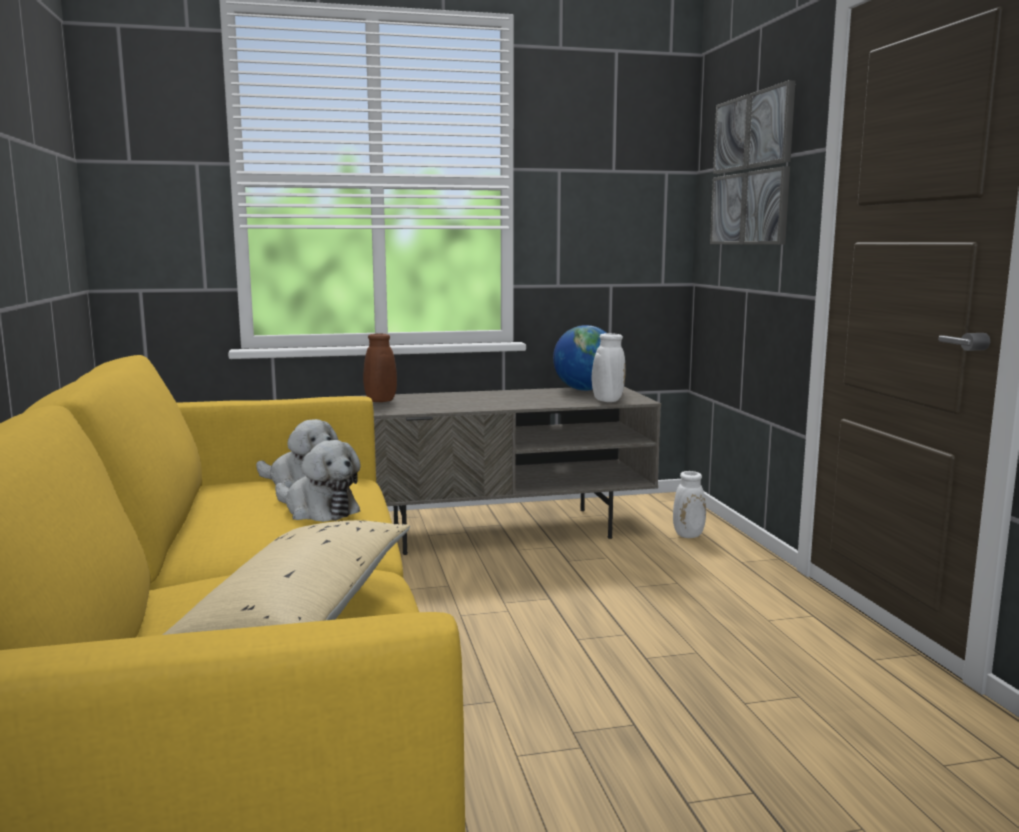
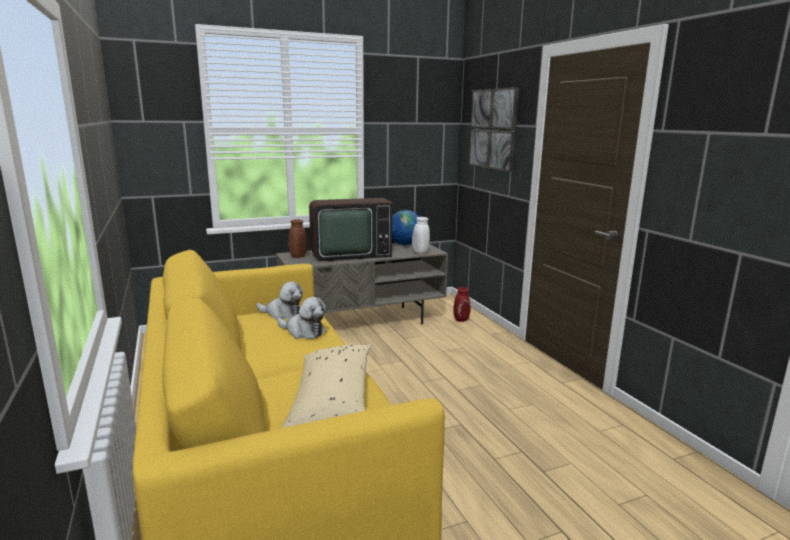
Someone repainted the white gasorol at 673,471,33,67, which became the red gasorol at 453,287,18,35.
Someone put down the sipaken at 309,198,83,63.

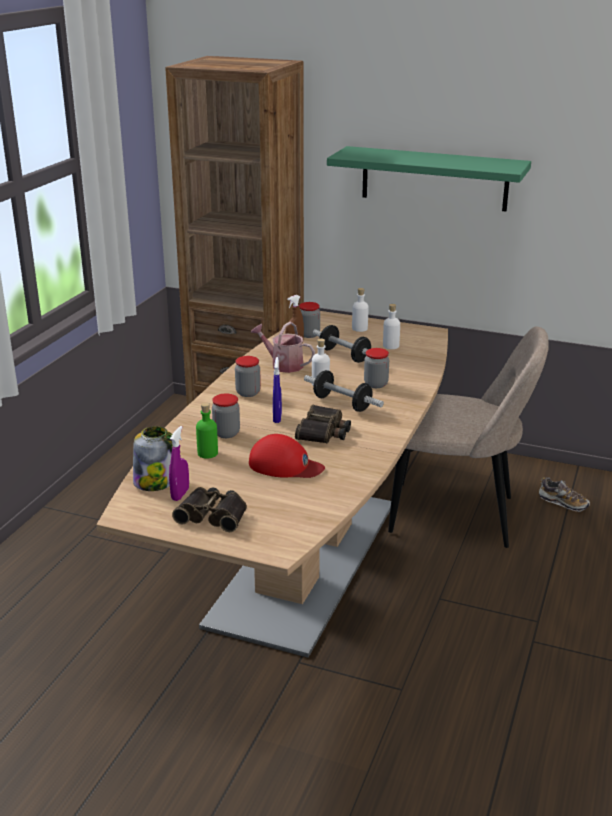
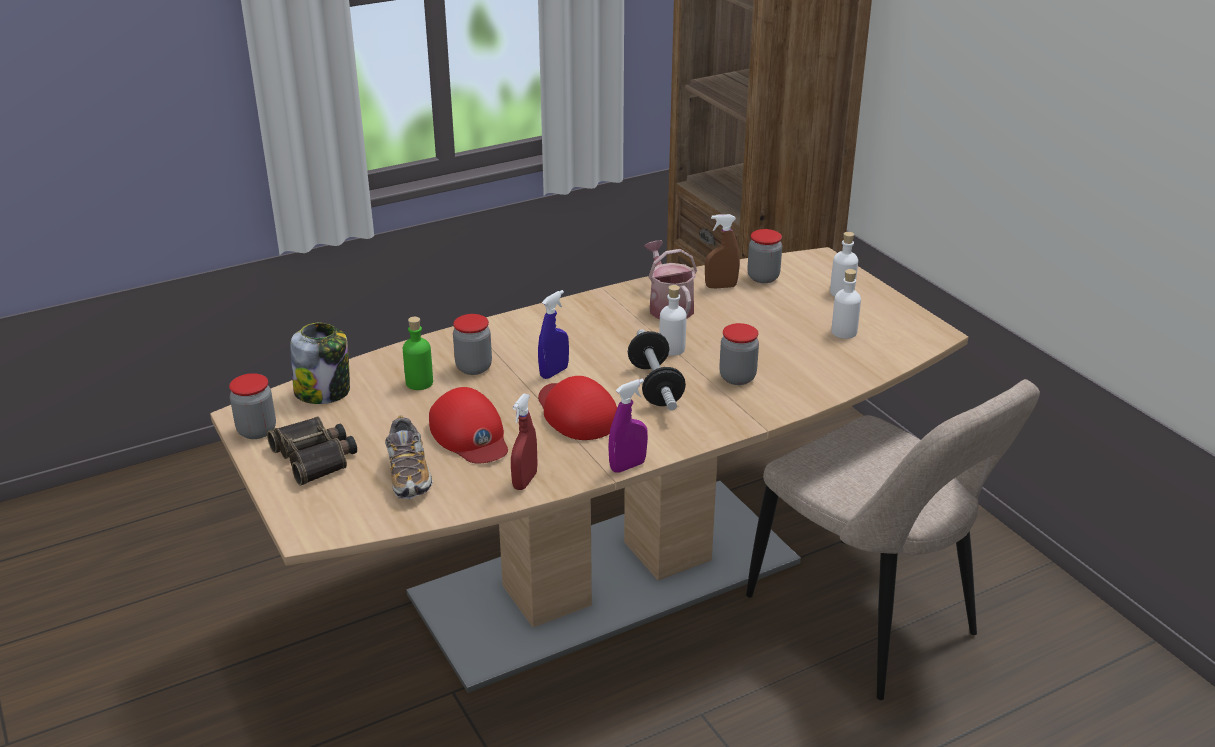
Someone carried the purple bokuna from 169,426,20,75 to 608,379,40,94.
Someone carried the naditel from 235,356,26,41 to 229,373,47,66.
Someone swapped the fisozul at 295,405,56,39 for the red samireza at 538,376,79,64.
Someone took away the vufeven at 313,325,58,38.
Someone took away the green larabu at 327,146,204,65.
Someone carried the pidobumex from 539,477,51,35 to 385,415,48,84.
Someone put down the red bokuna at 511,393,26,97.

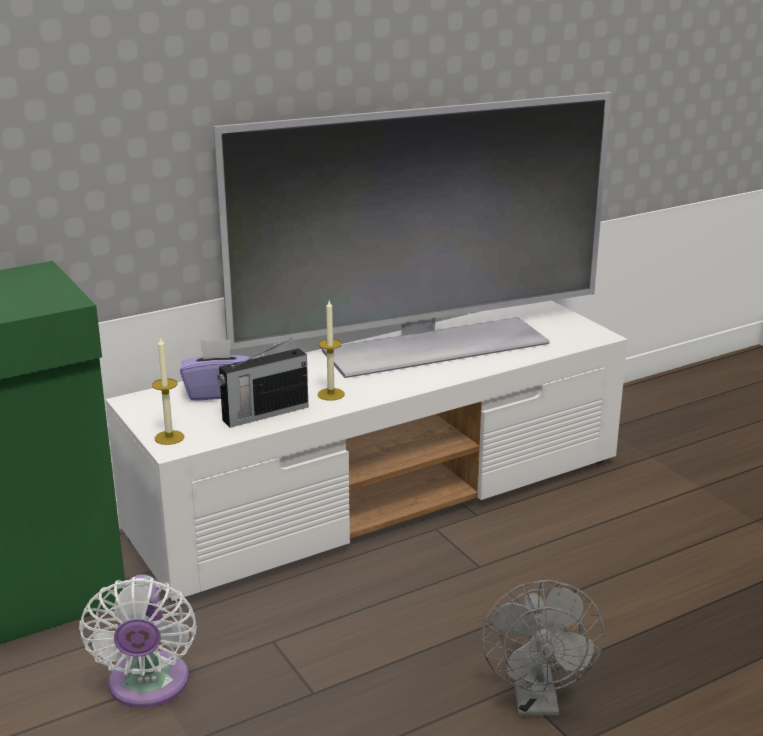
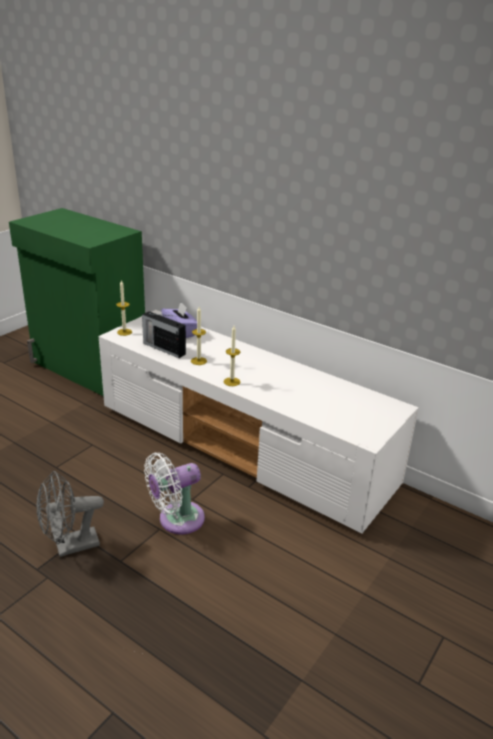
Someone carried the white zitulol from 79,574,118,134 to 144,453,61,81.
Someone took away the sipaken at 213,92,398,286.
Someone put down the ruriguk at 224,326,16,60.

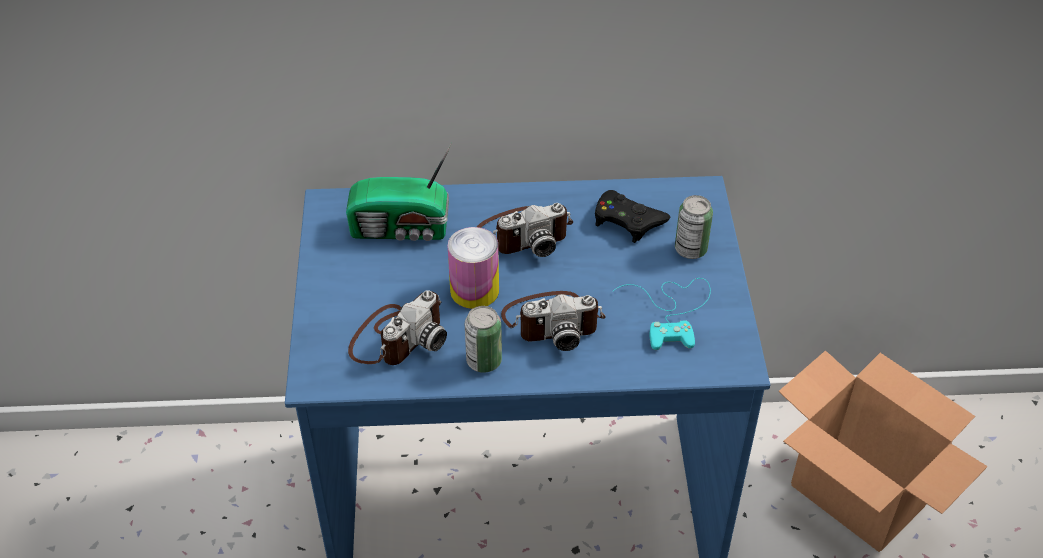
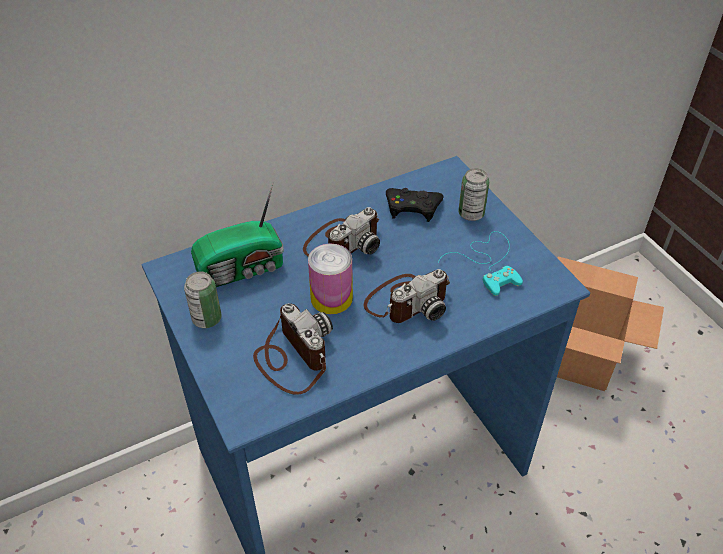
Someone rotated the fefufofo at 348,290,99,75 by 45 degrees counterclockwise.
Someone carried the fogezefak from 465,306,37,67 to 184,272,38,56.

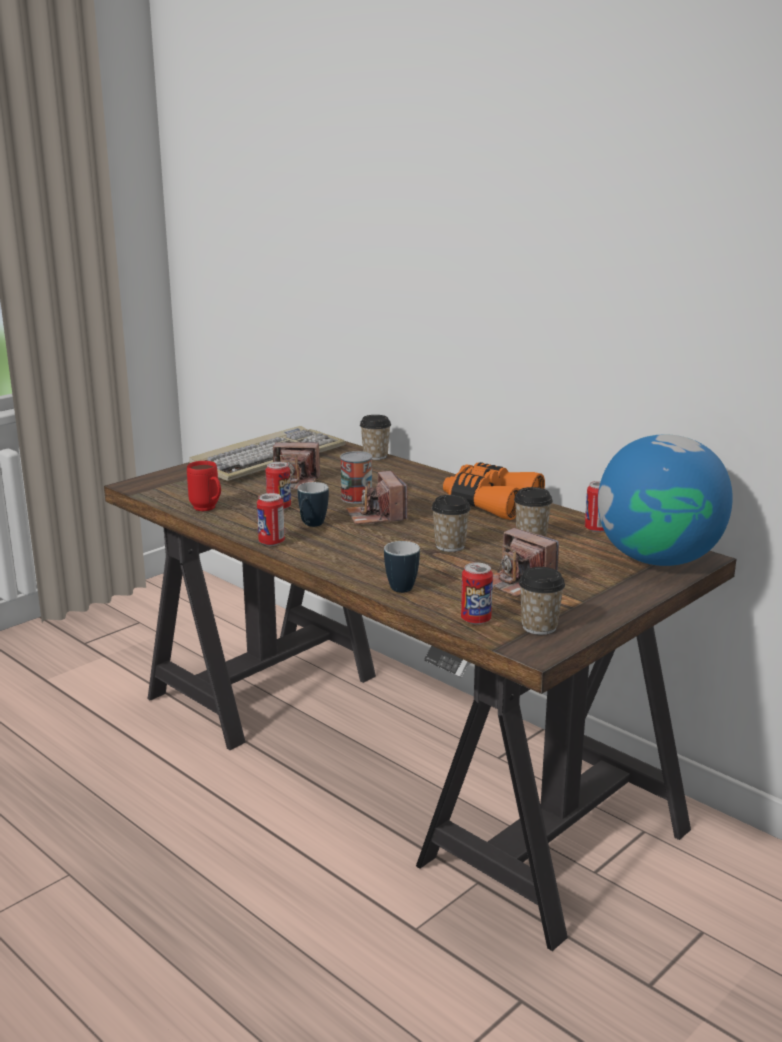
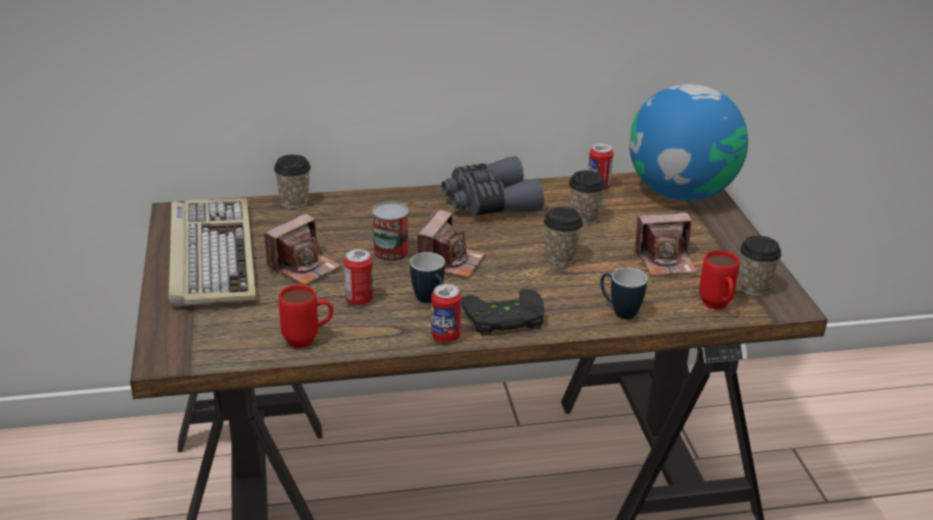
Someone rotated the fefufofo at 346,471,62,54 by 90 degrees counterclockwise.
Someone repainted the orange fisozul at 443,462,102,58, which became the grey fisozul at 442,156,102,59.
Someone swapped the fogezefak at 461,563,32,62 for the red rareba at 699,250,40,59.
Someone put down the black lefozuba at 461,289,83,47.

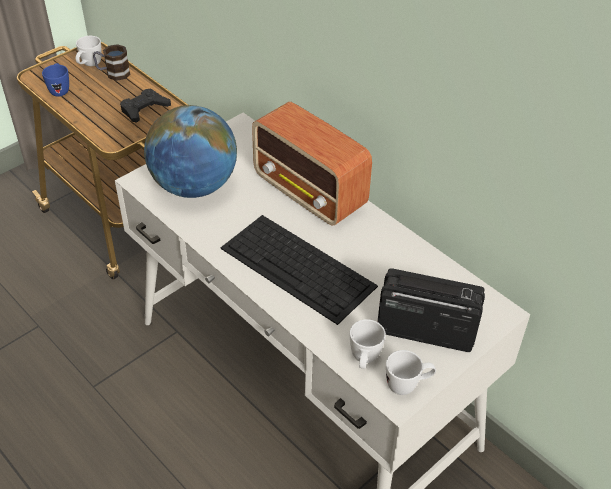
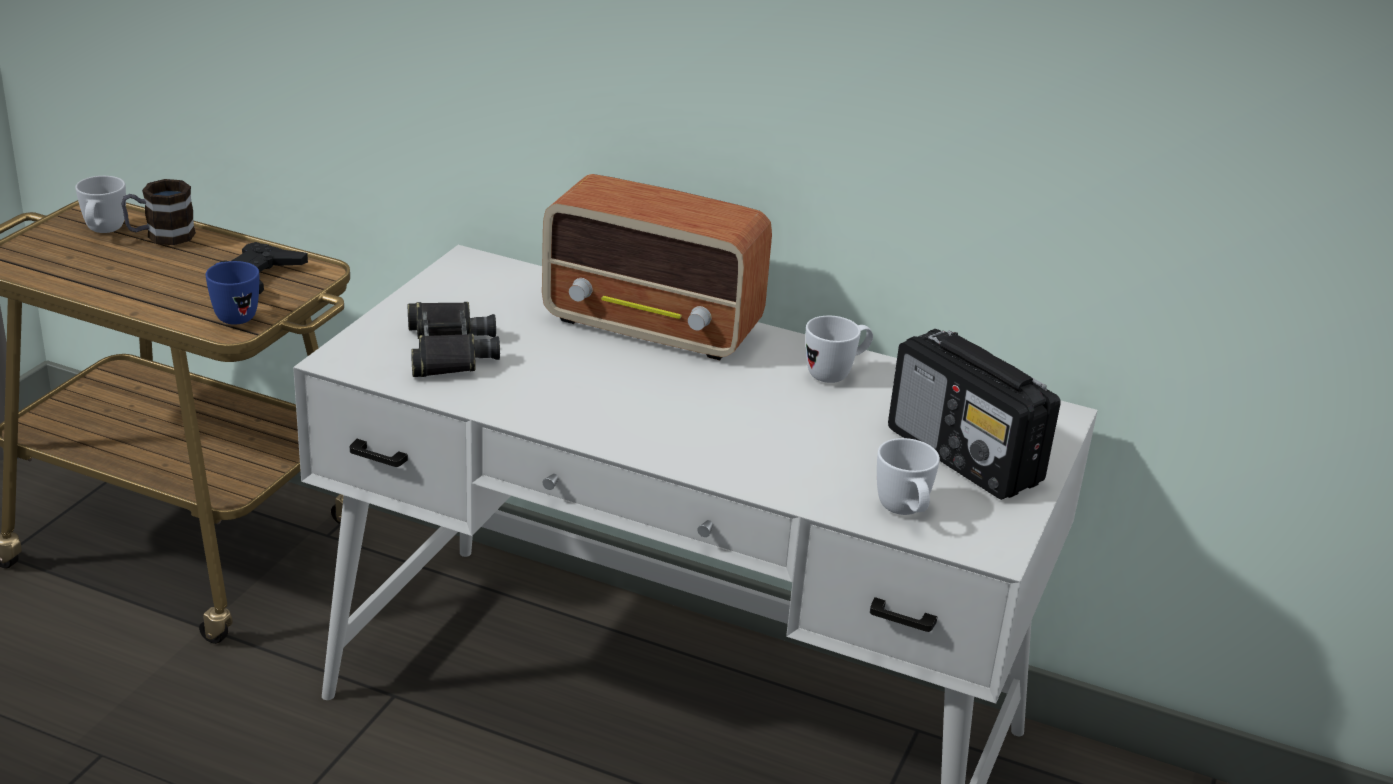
Someone carried the blue rareba from 42,63,27,33 to 206,261,53,64.
Someone swapped the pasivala at 144,105,93,93 for the black fisozul at 408,302,92,75.
Someone took away the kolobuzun at 221,215,157,110.
Someone rotated the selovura at 377,268,108,84 by 120 degrees counterclockwise.
Someone carried the white rareba from 386,350,50,45 to 805,316,68,67.

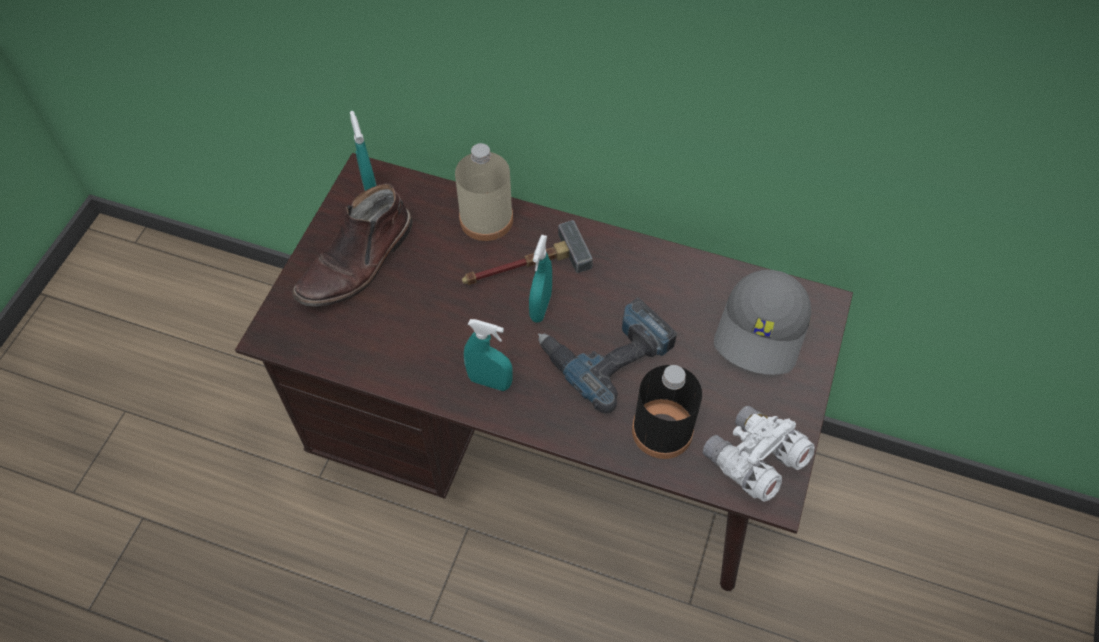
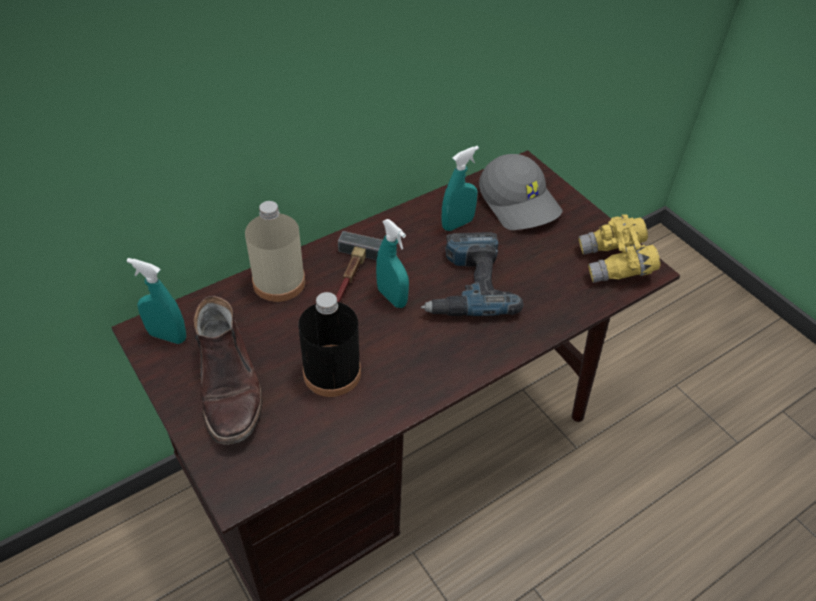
Someone carried the turquoise bokuna from 464,319,49,72 to 442,146,37,85.
Someone carried the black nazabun from 632,365,70,94 to 298,292,63,105.
Someone repainted the white fisozul at 703,406,112,95, which became the yellow fisozul at 578,214,83,69.

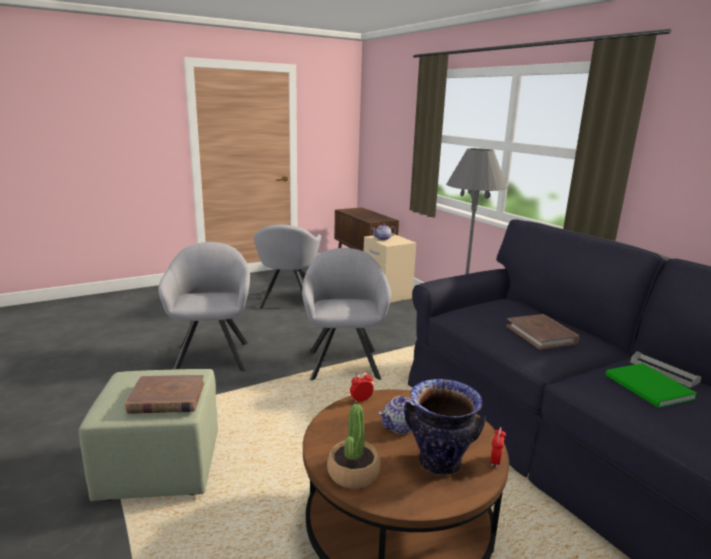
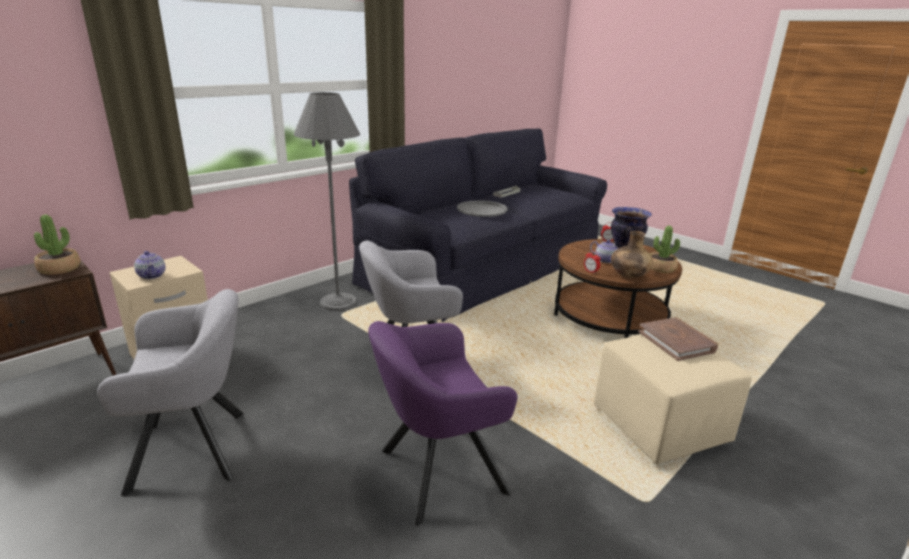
Someone repainted the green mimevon at 79,369,139,132, which became the beige mimevon at 594,334,158,130.
Someone repainted the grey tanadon at 158,242,92,129, which became the purple tanadon at 368,321,150,205.
Someone swapped the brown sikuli at 506,314,74,35 for the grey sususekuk at 457,200,51,17.
Someone took away the green sikuli at 605,363,92,45.
Someone put down the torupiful at 34,215,47,60.
Someone put down the brown gasorol at 611,231,43,47.

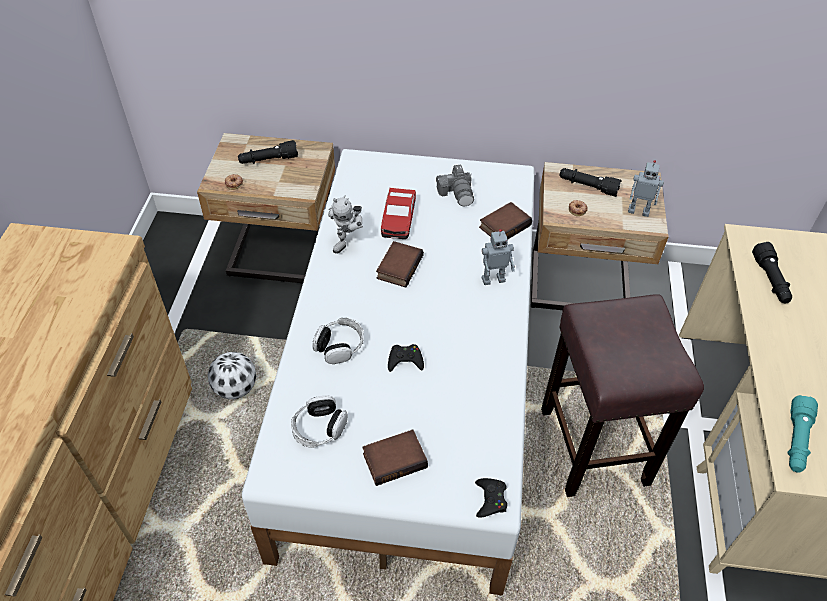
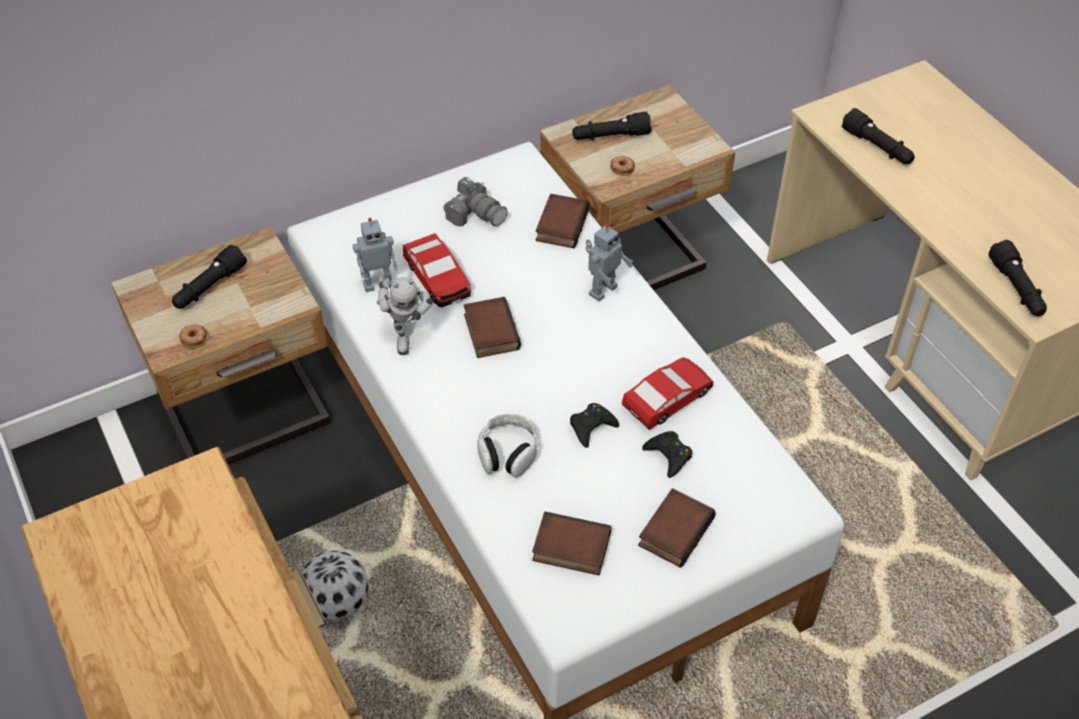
Someone swapped the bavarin at 291,395,57,53 for the sikuli at 532,512,79,63.
Someone carried the black lefozuba from 475,478,33,39 to 642,431,50,47.
Someone took away the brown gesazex at 541,294,163,203.
Someone carried the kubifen from 628,160,36,57 to 353,218,45,74.
Someone repainted the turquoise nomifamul at 788,395,30,78, which became the black nomifamul at 989,240,58,76.
Someone put down the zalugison at 622,357,91,73.

